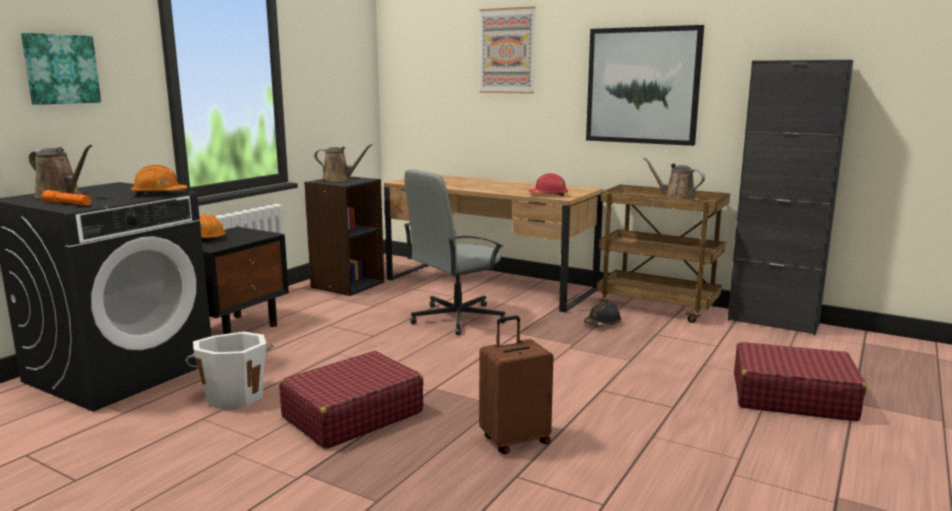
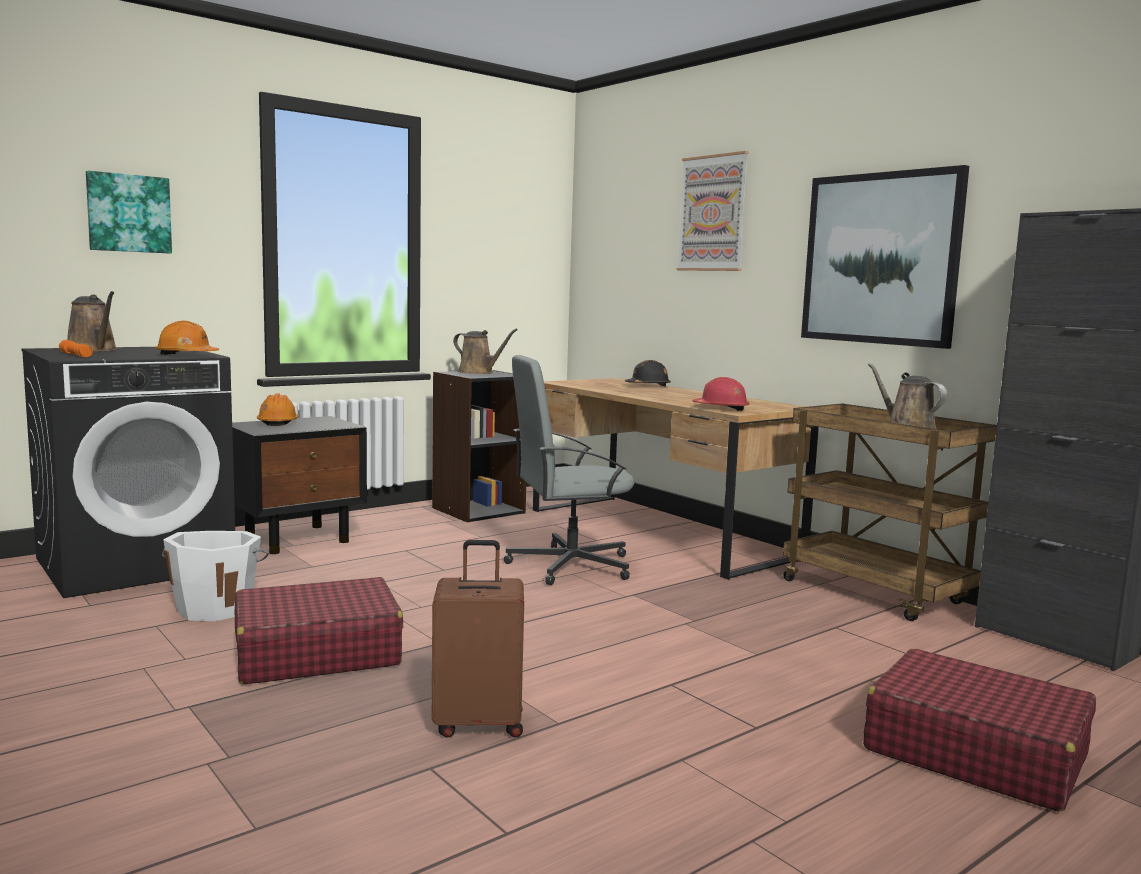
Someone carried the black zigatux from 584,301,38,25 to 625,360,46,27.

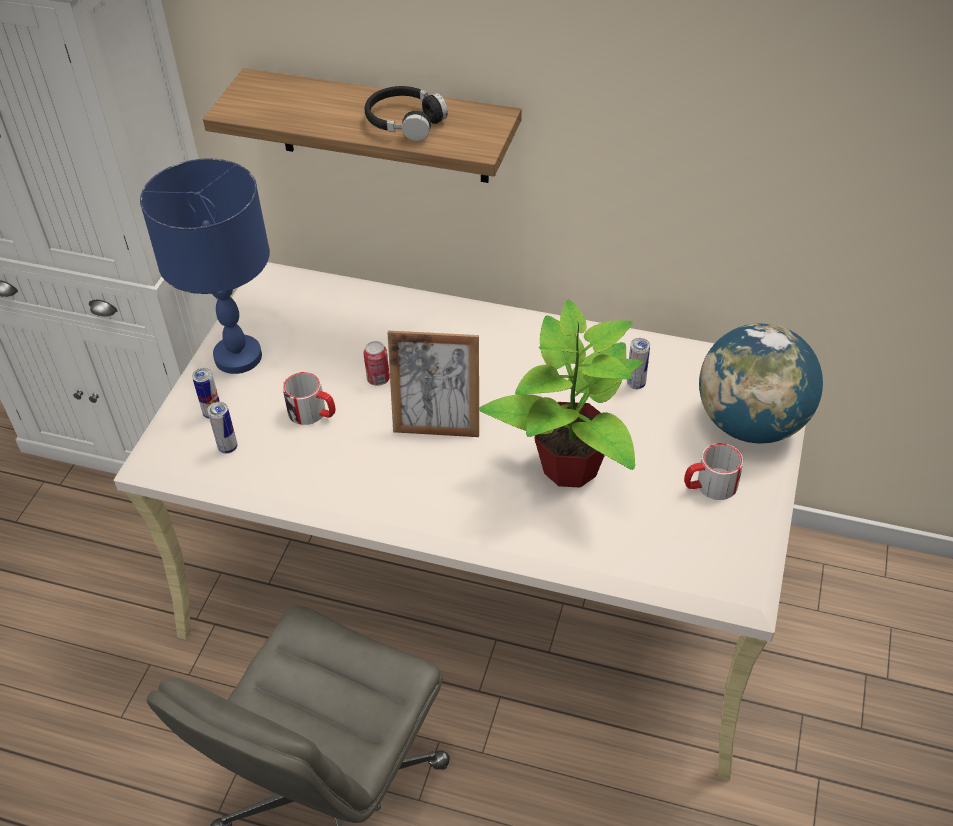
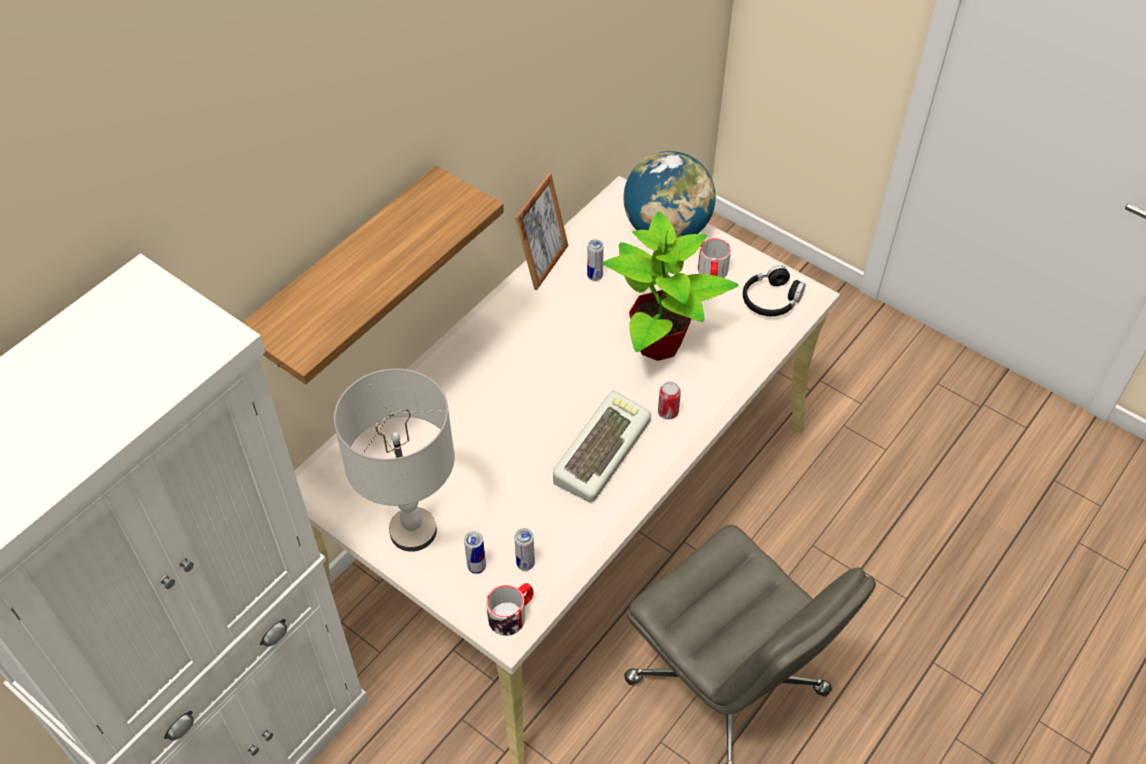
Someone repainted the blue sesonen at 140,158,130,216, which became the grey sesonen at 334,369,121,183.
Someone carried the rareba from 283,372,53,53 to 486,583,48,53.
Someone carried the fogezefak from 363,341,27,45 to 658,382,23,37.
Someone carried the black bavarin from 364,86,84,55 to 743,265,63,51.
Someone carried the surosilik from 387,331,92,106 to 515,173,54,117.
Someone put down the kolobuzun at 553,391,98,111.

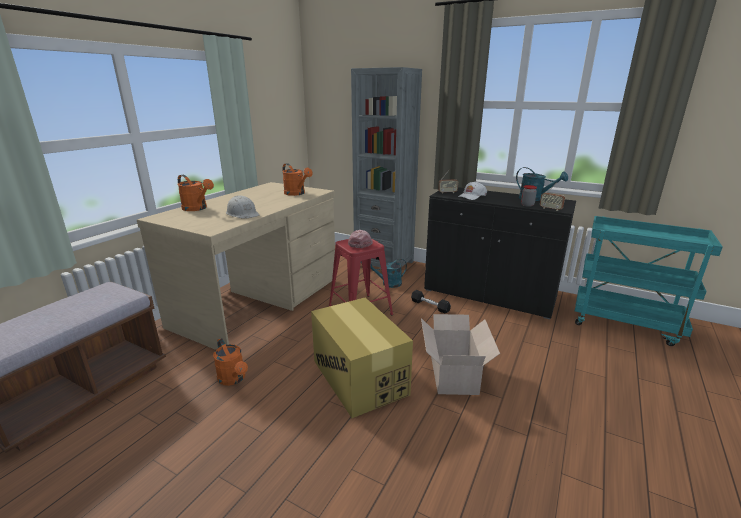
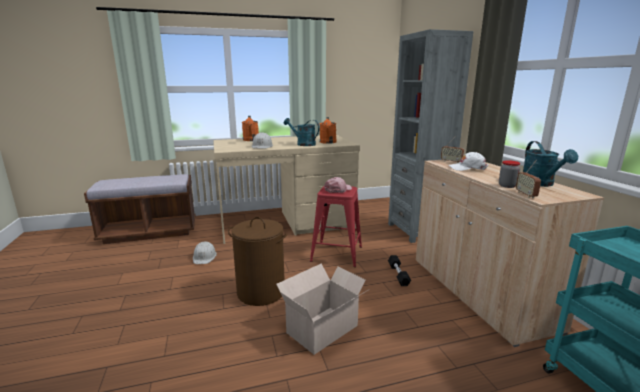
Someone swapped the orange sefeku at 213,338,35,48 for the white zigatux at 193,241,24,23.
Someone swapped the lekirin at 311,297,102,121 for the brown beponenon at 228,217,60,89.
Someone carried the turquoise sefeku from 370,259,37,29 to 284,118,36,28.
Someone repainted the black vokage at 424,187,152,132, which became the beige vokage at 416,160,188,187.

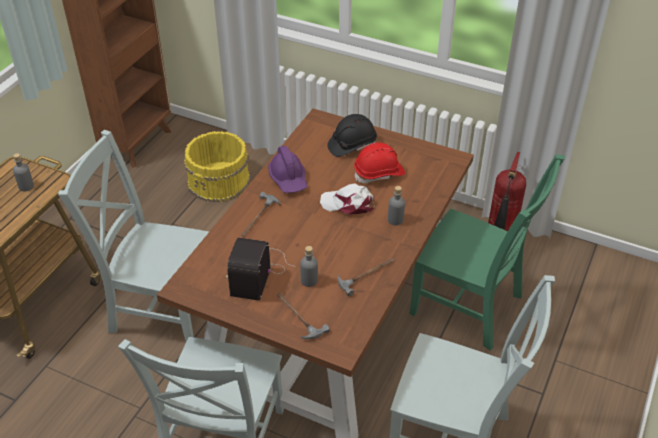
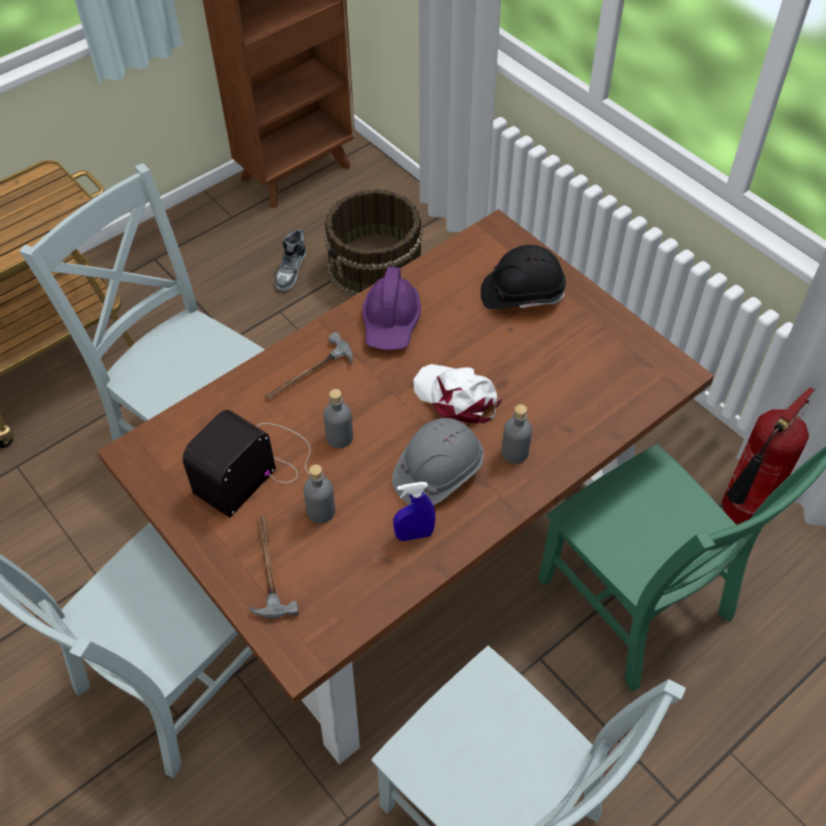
Someone carried the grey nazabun from 13,153,21,38 to 323,389,30,59.
Someone repainted the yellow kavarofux at 184,131,66,71, which became the brown kavarofux at 324,189,99,107.
Someone swapped the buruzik at 338,258,56,38 for the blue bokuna at 393,482,43,59.
Someone took away the red zigatux at 354,143,51,40.
Someone put down the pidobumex at 275,229,31,62.
Someone put down the grey zigatux at 392,418,92,88.

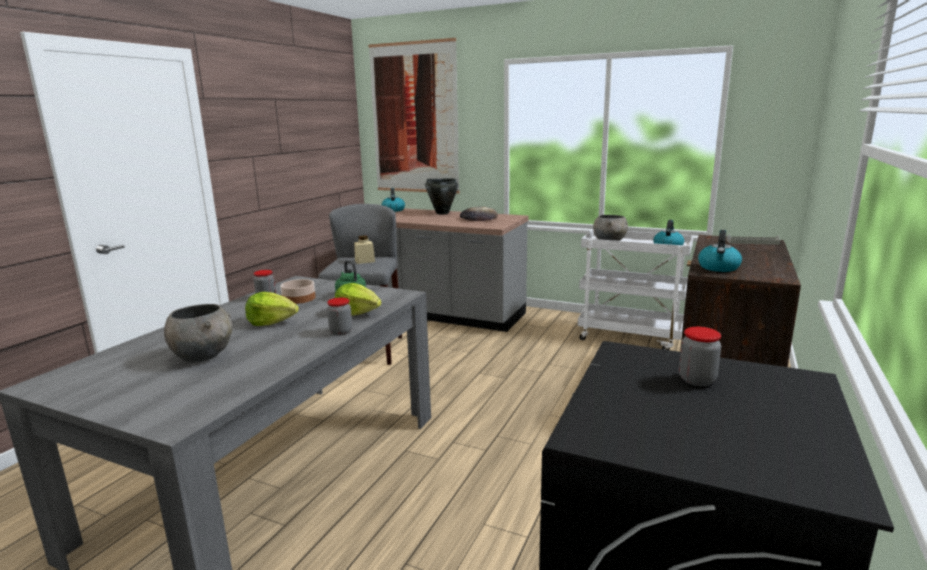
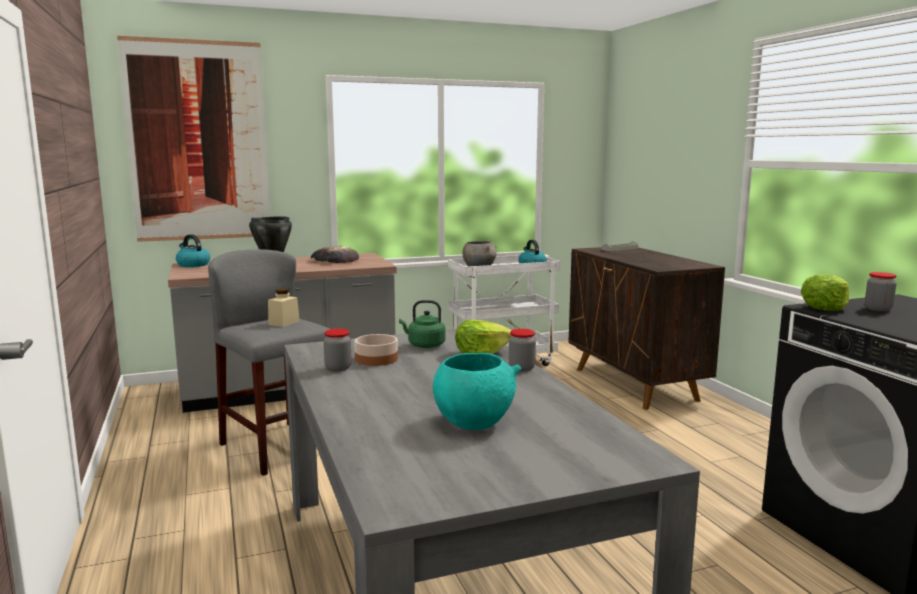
Someone repainted the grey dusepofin at 164,304,68,59, which became the turquoise dusepofin at 433,353,88,77.
Someone carried the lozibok from 245,292,54,34 to 801,275,48,36.
Someone took away the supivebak at 698,230,44,42.

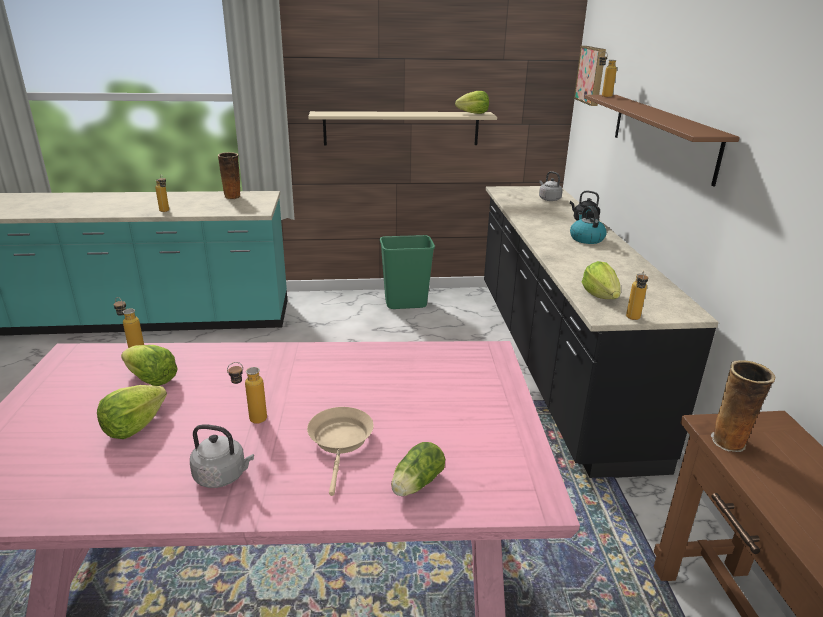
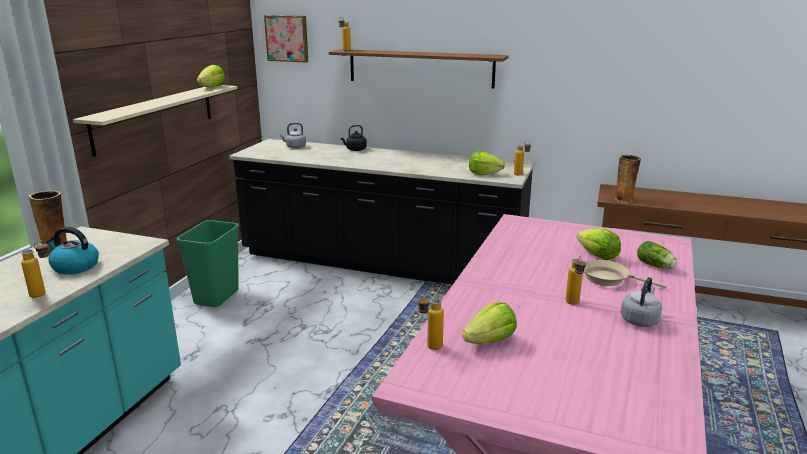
Someone carried the lozibok from 97,385,70,54 to 576,228,45,32.
Someone carried the supivebak from 570,206,37,38 to 45,227,54,47.

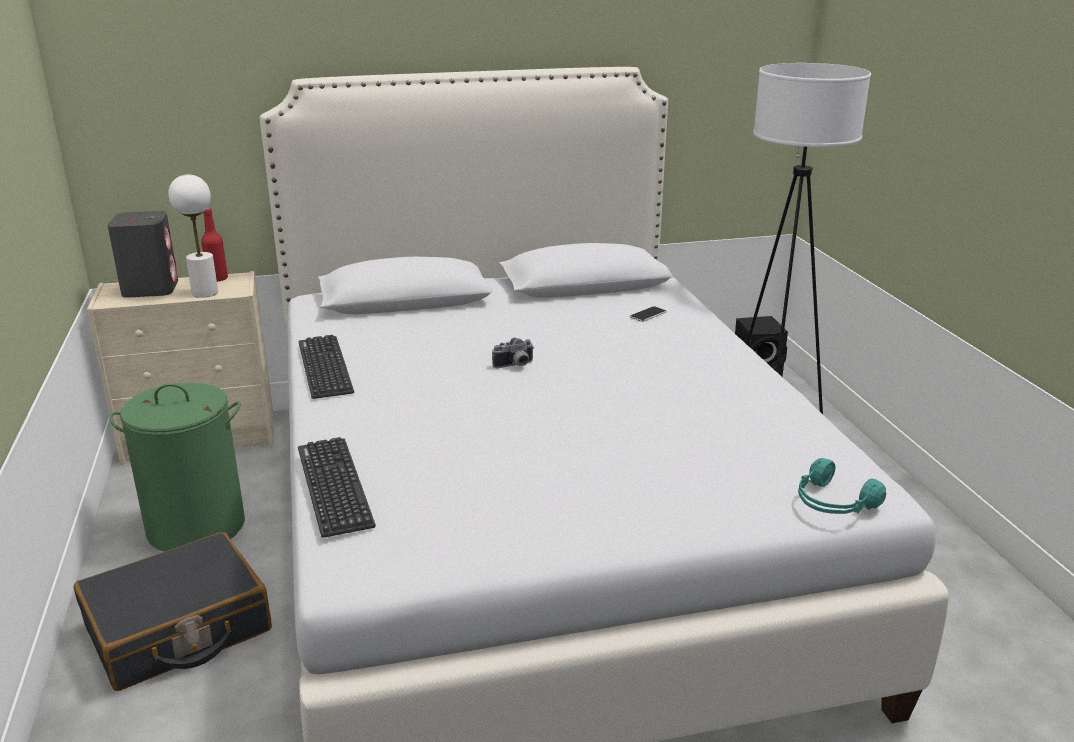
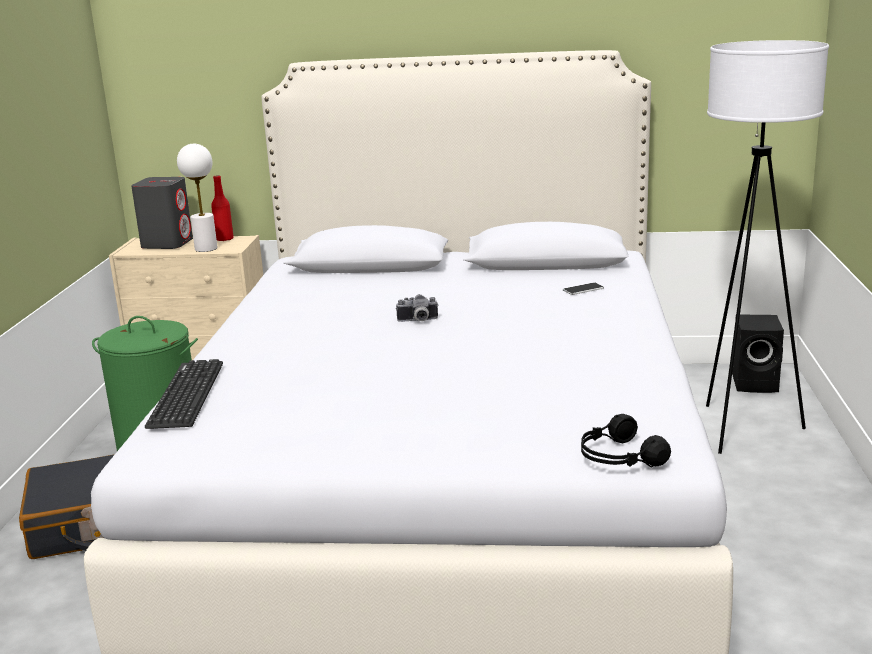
Someone took away the kolobuzun at 299,335,55,64.
Someone repainted the turquoise bavarin at 798,458,88,56, which became the black bavarin at 581,414,90,54.

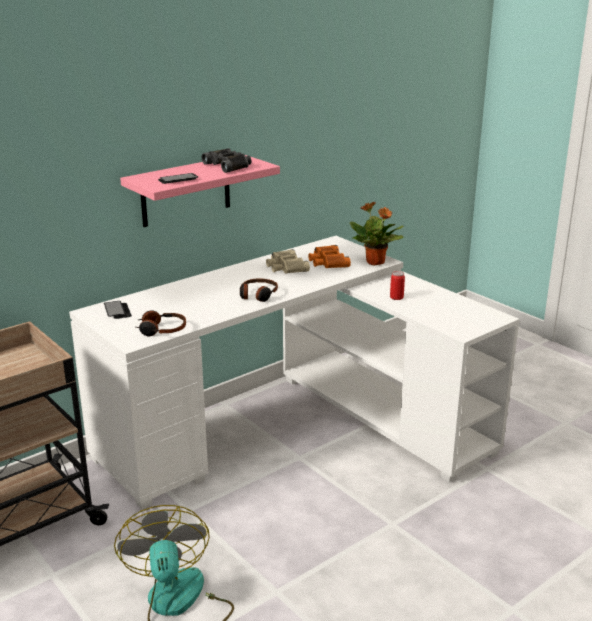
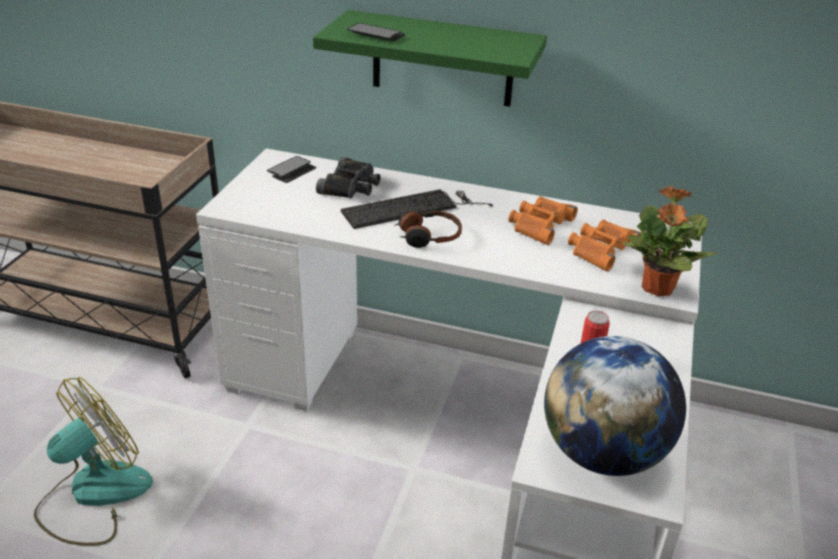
Someone repainted the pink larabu at 120,155,160,72, which became the green larabu at 313,10,234,97.
Someone took away the bavarin at 136,310,50,26.
Someone carried the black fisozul from 202,148,49,25 to 316,157,64,41.
Someone repainted the beige fisozul at 266,249,44,25, which became the orange fisozul at 509,196,69,49.
Someone put down the kolobuzun at 341,189,152,40.
Someone put down the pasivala at 544,336,142,140.

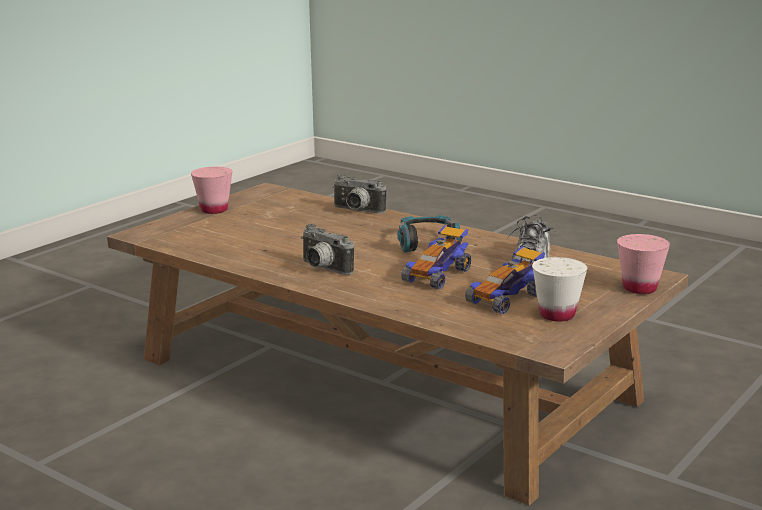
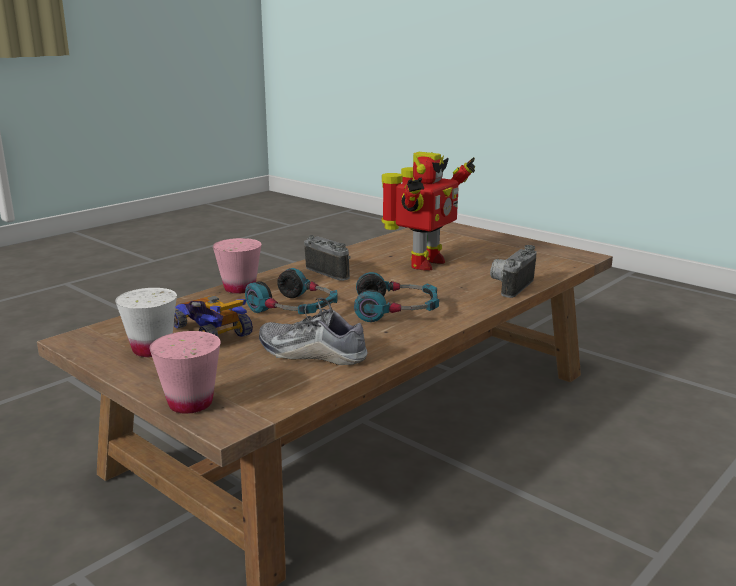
Someone carried the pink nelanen from 191,167,42,47 to 213,238,49,56.
Someone rotated the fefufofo at 301,224,53,51 by 90 degrees clockwise.
Someone swapped the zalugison at 401,225,70,64 for the bavarin at 245,268,93,46.
Someone put down the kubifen at 381,152,94,119.

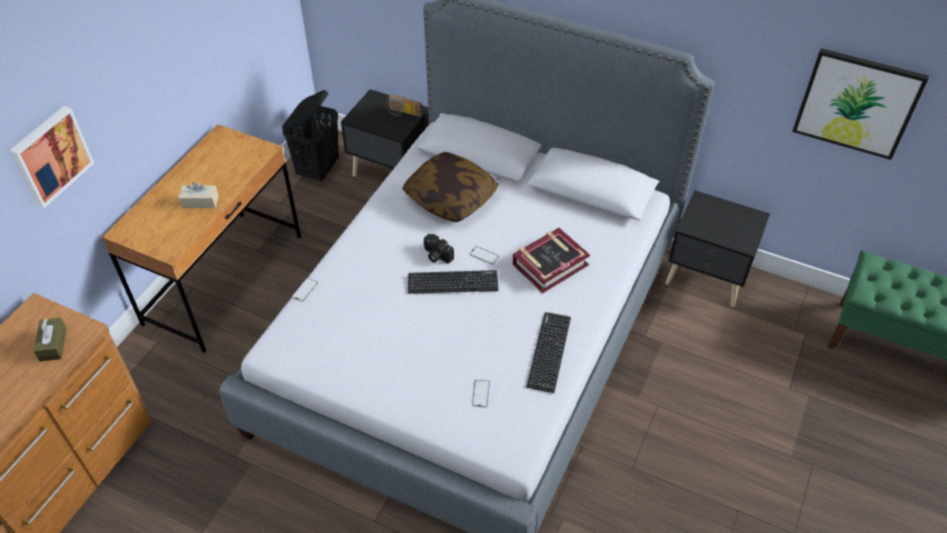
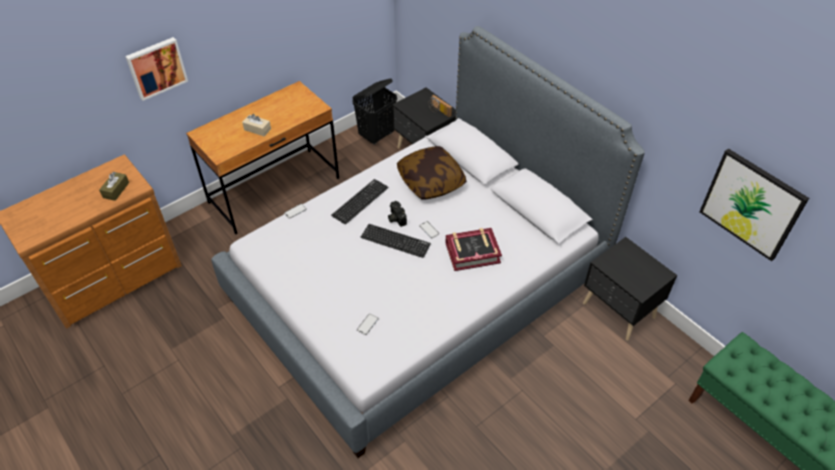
Someone carried the kolobuzun from 526,312,45,81 to 331,179,58,45.

